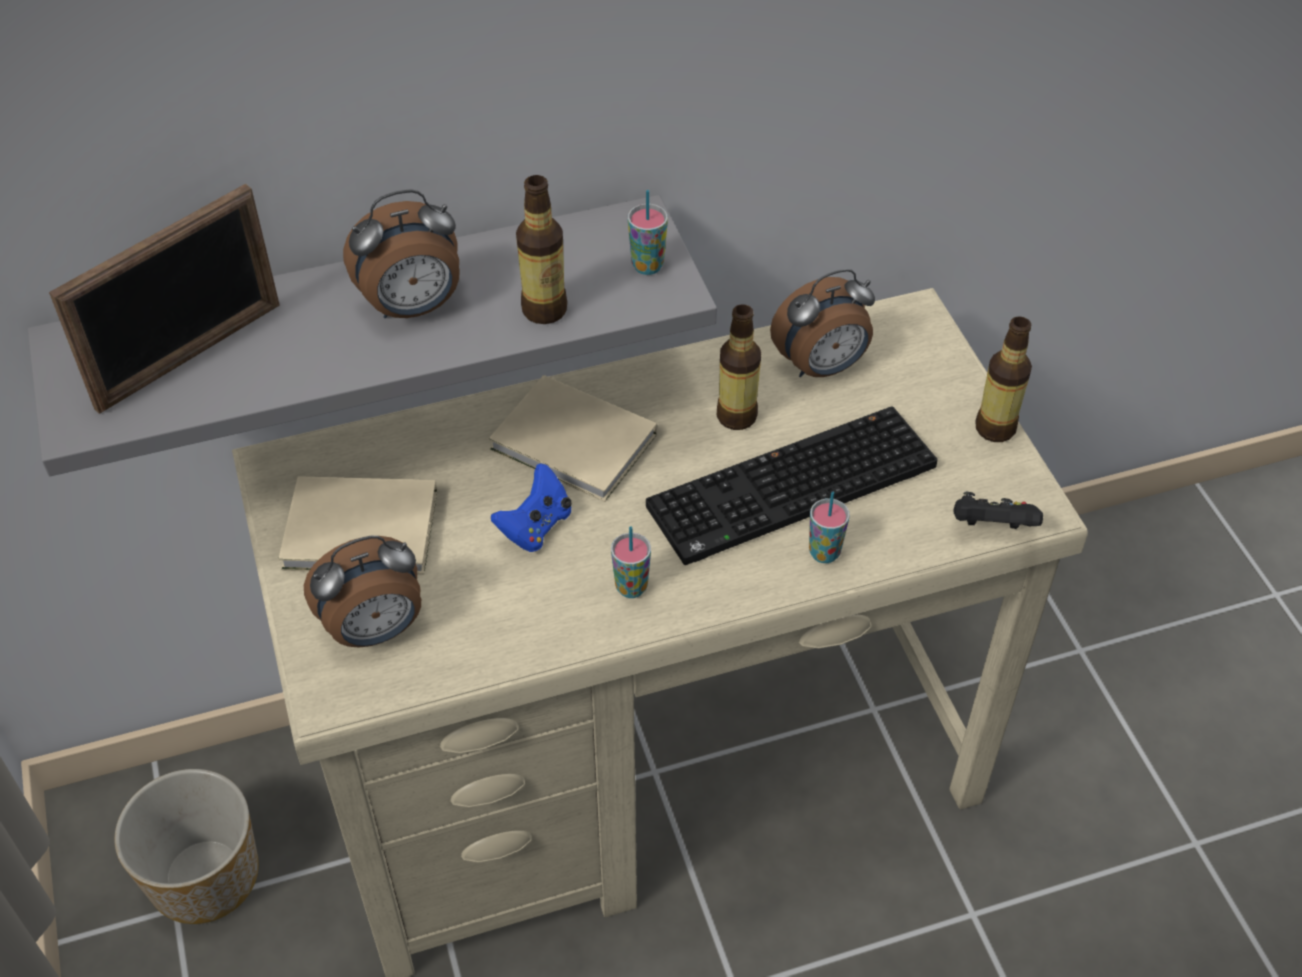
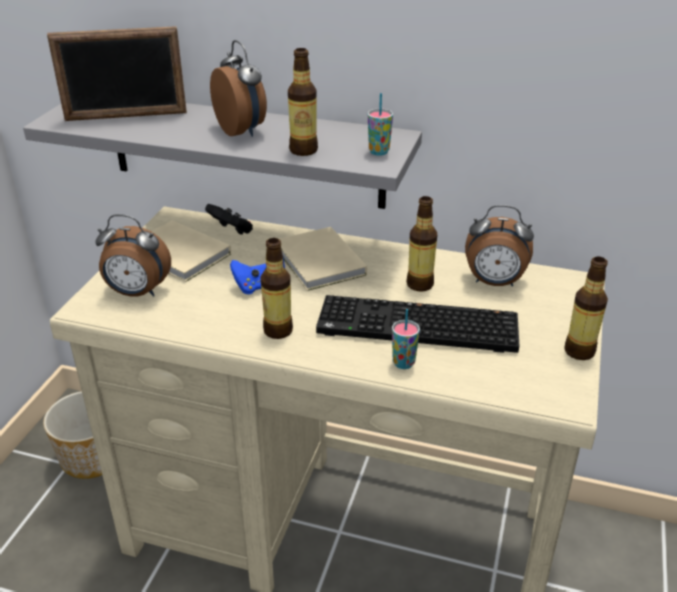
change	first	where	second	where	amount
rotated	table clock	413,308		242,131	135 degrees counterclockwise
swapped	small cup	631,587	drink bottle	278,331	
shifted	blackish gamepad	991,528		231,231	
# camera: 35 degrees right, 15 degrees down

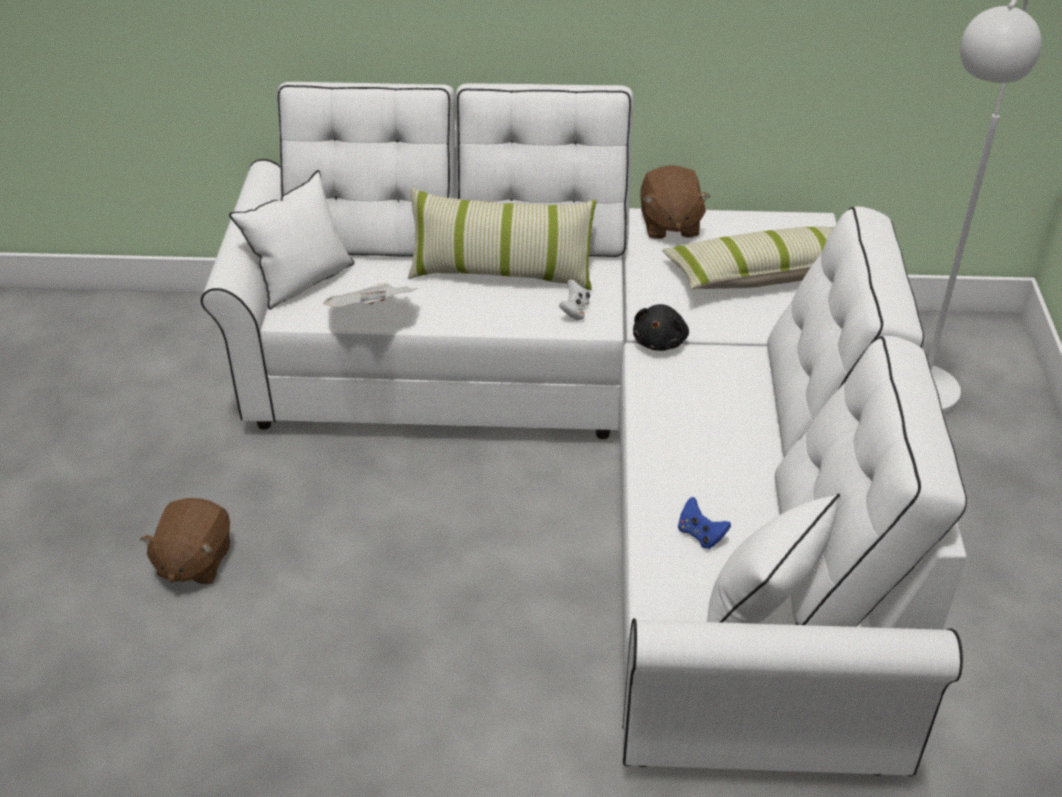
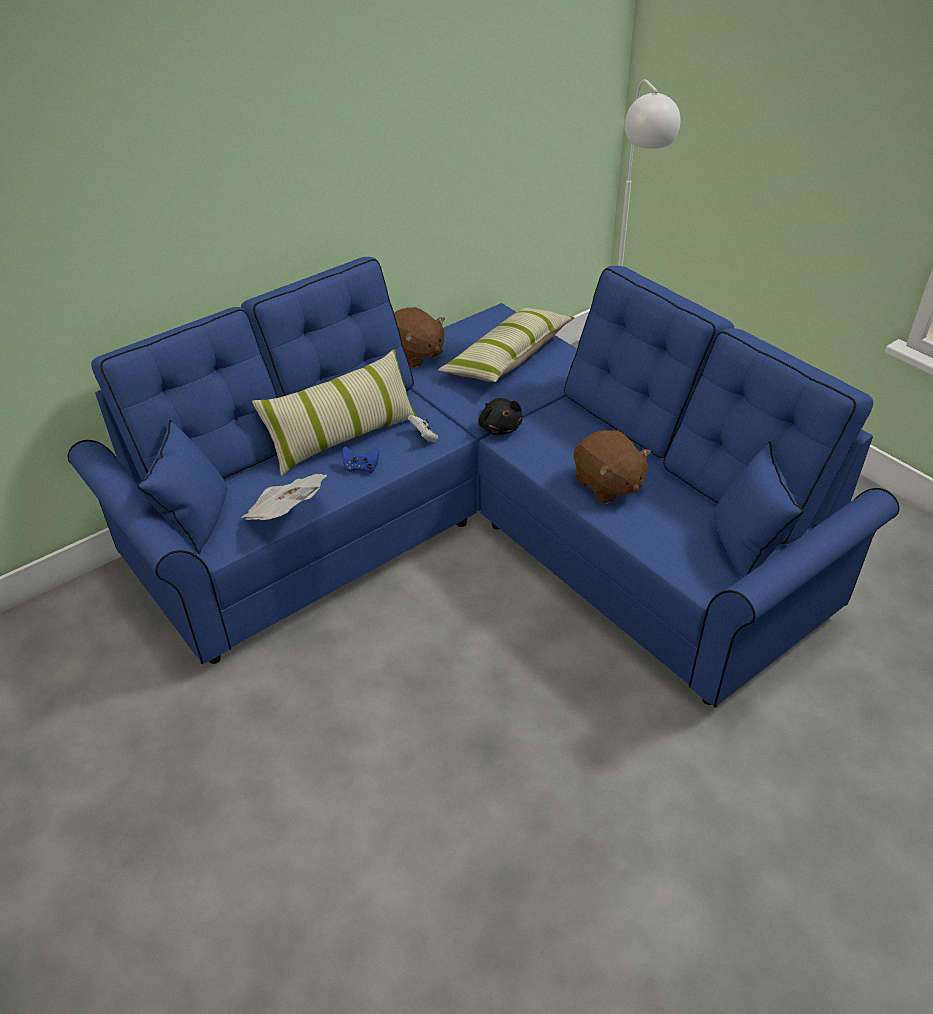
change	first	where	second	where	amount
shifted	brown soft toy	194,561		607,485	
repainted	whitish sofa	610,452	blue-coloured sofa	478,531	
shifted	blue-coloured gamepad	700,534		361,468	
# camera: 40 degrees left, 0 degrees up

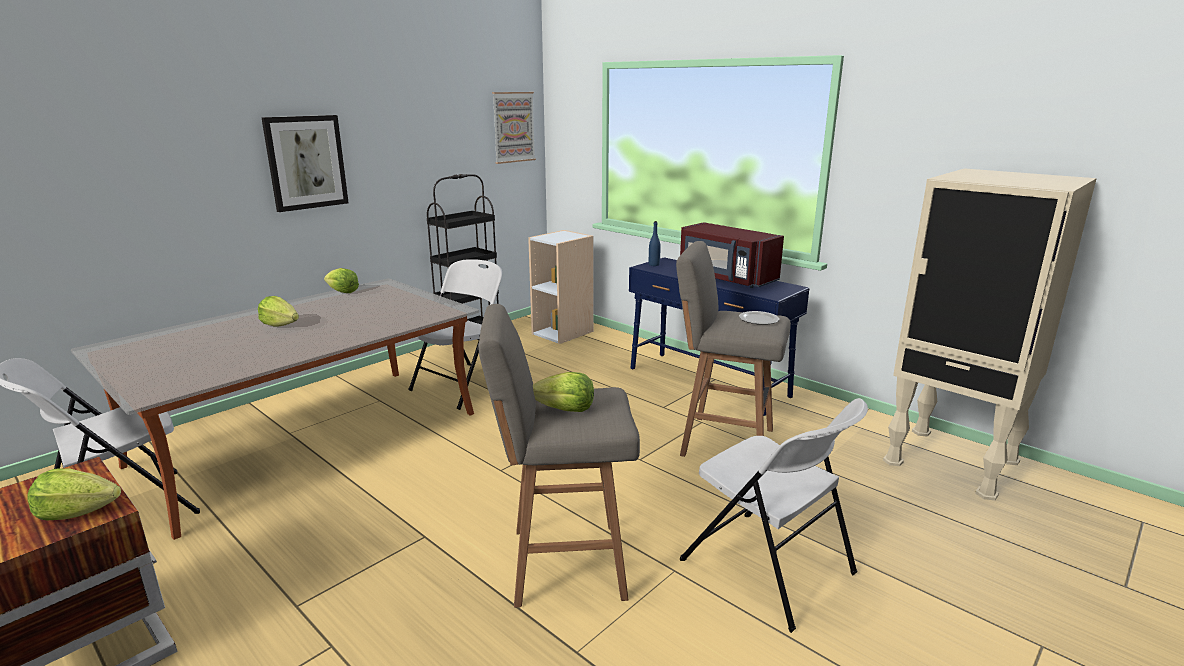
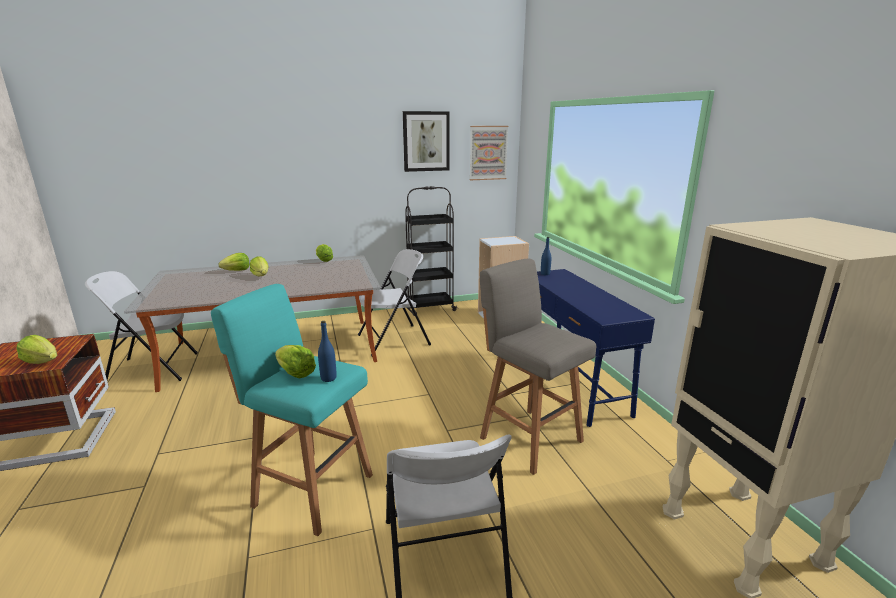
change	first	where	second	where	amount
shifted	picture	306,162		426,141	
repainted	greyish sitting stool	562,563	turquoise sitting stool	310,489	
gone	reddish kitchen microwave	725,278			
gone	dinner plate	758,319			
new			head of lettuce	237,271	
new			blue-coloured drink bottle	328,378	
# camera: 30 degrees right, 0 degrees up

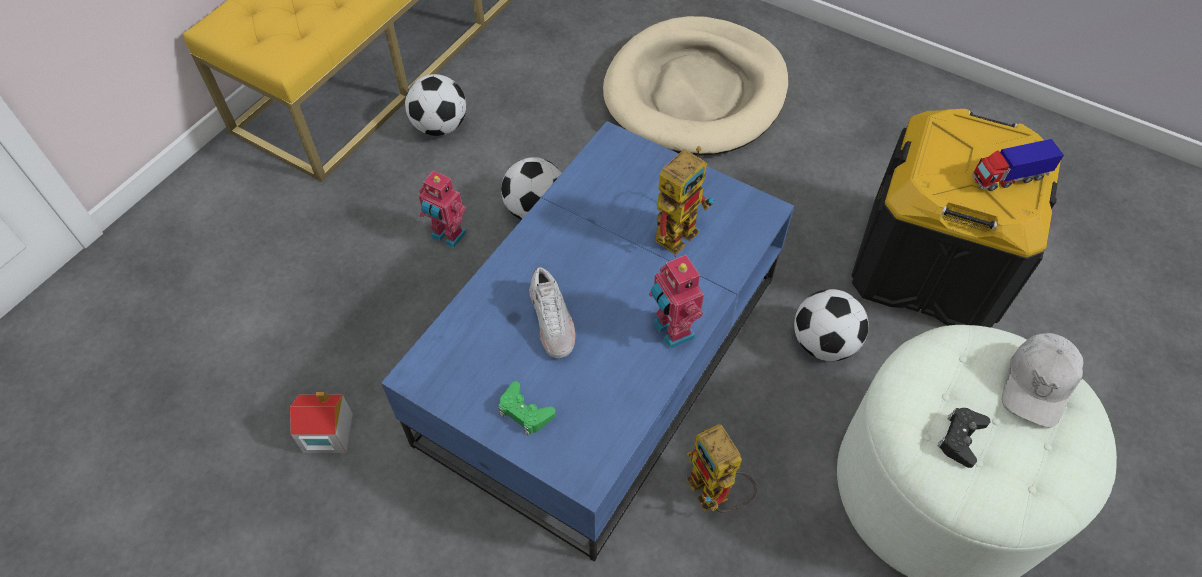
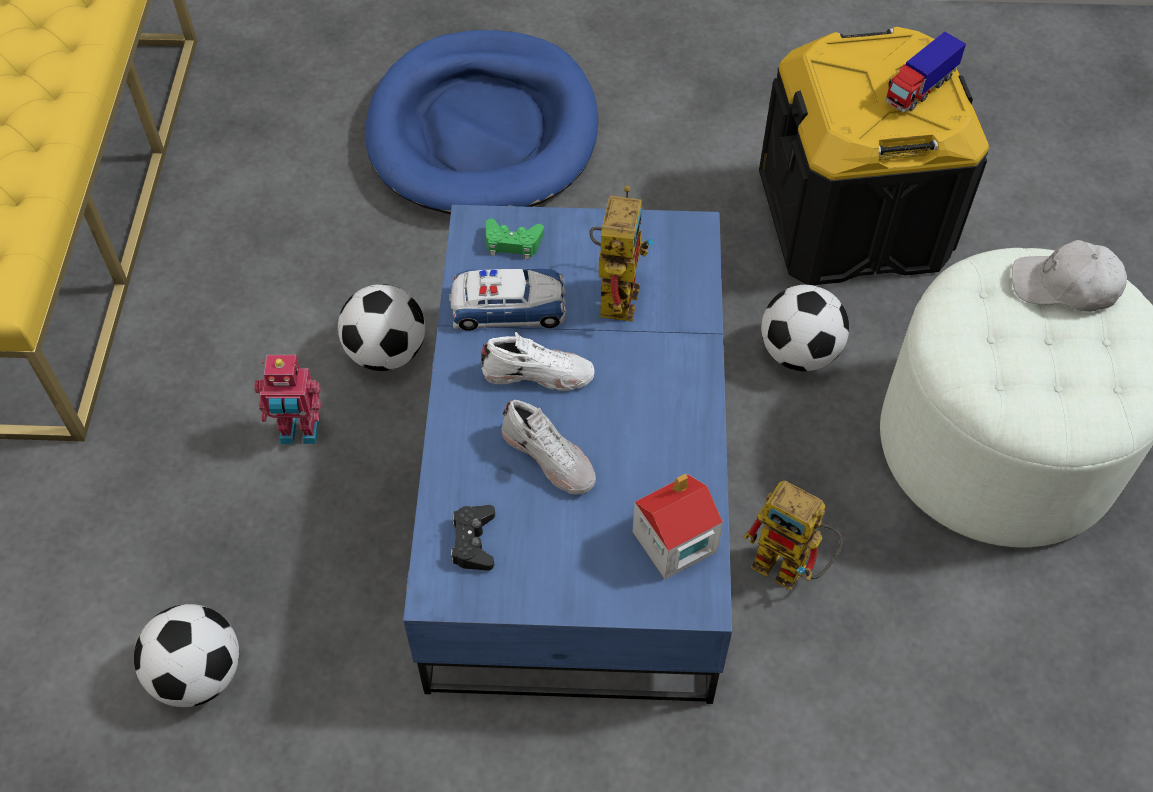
change	first	where	second	where	amount
shifted	miniature house	327,433		673,542	
shifted	football	440,126		198,675	
shifted	green gamepad	525,412		512,243	
repainted	sand-coloured pet bed	695,92	blue-coloured pet bed	483,131	
gone	robot figure	671,331			
shifted	blackish gamepad	961,438		473,542	
rotated	whitish cap	1038,384		1065,286	105 degrees clockwise
new			model car	508,306	
new			whitish item of footwear	538,373	
# camera: 30 degrees left, 0 degrees up

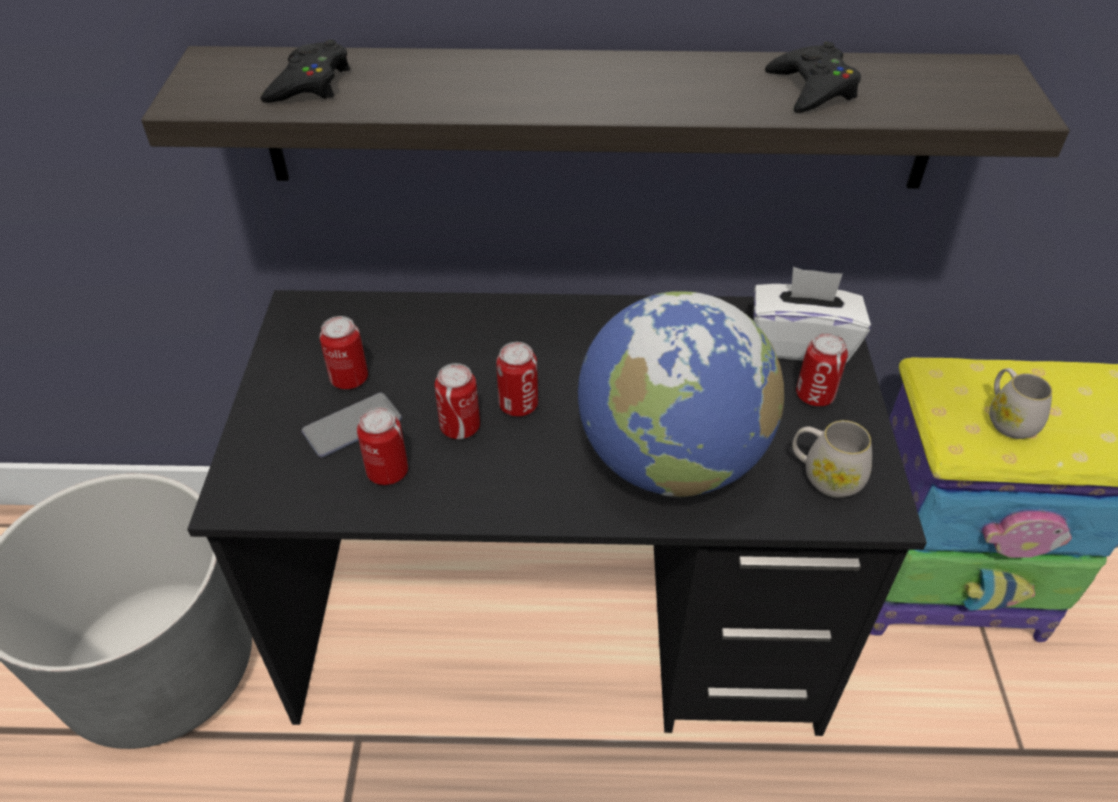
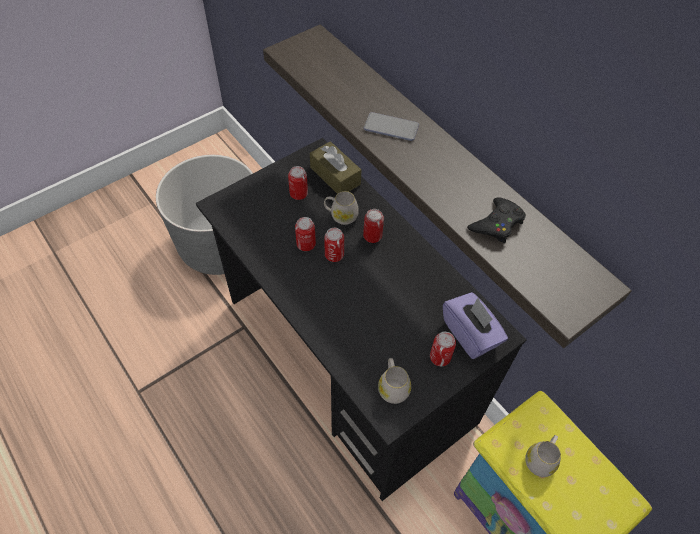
change	first	where	second	where	amount
gone	blackish gamepad	309,83			
shifted	handset	352,426		391,127	
shifted	sealed can	387,471		372,236	
gone	desk globe	670,460			
repainted	whitish box of tissues	801,343	purple box of tissues	470,334	
new			brown box of tissues	335,176	
new			whitish coffee mug	341,216	
# camera: 50 degrees right, 10 degrees up

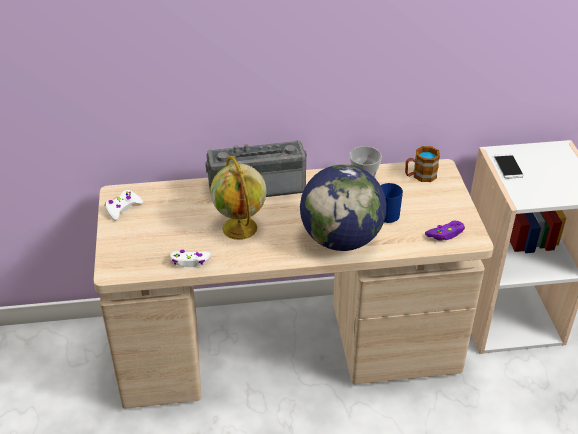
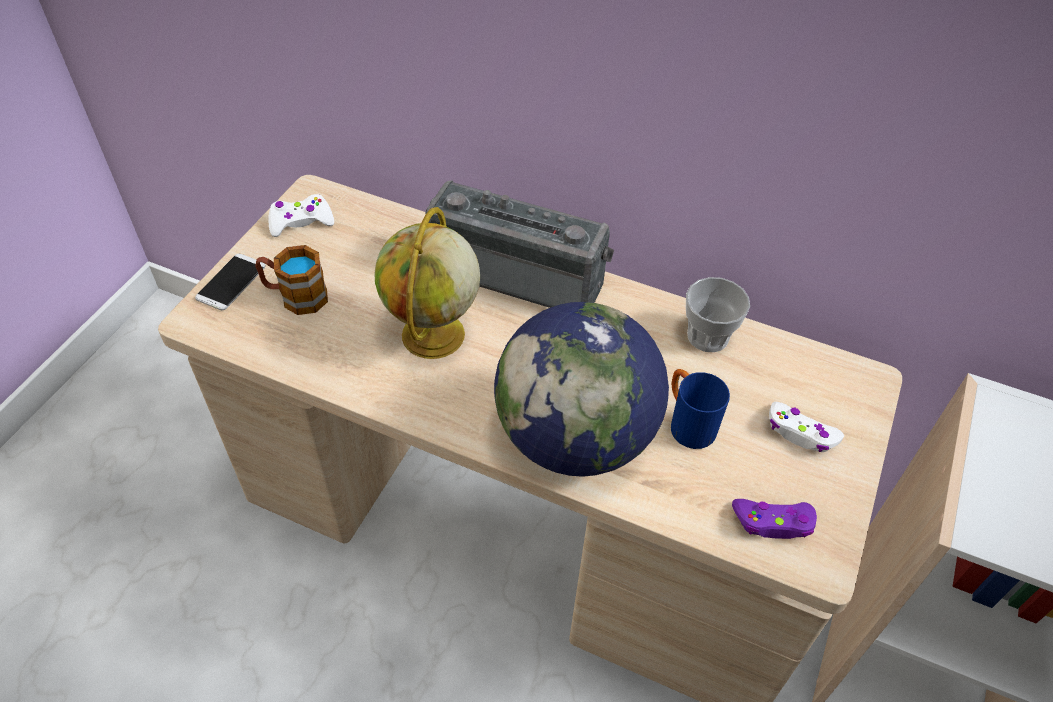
change	first	where	second	where	amount
shifted	whitish gamepad	190,261		801,433	
shifted	coffee mug	420,176		295,296	
shifted	handset	508,166		231,282	
# camera: 30 degrees right, 10 degrees up

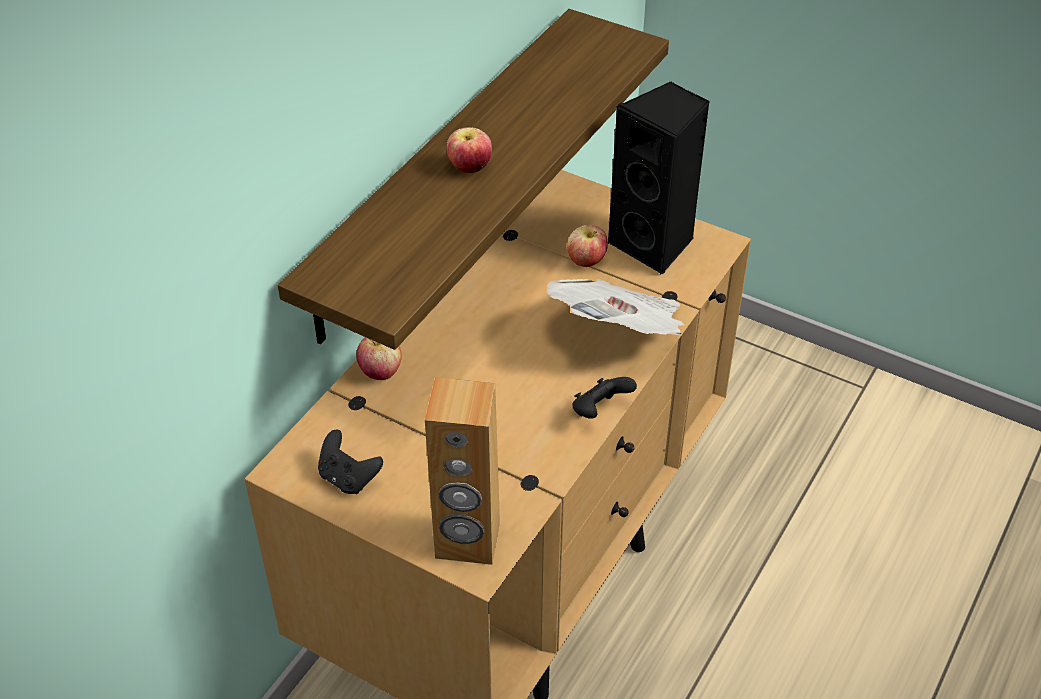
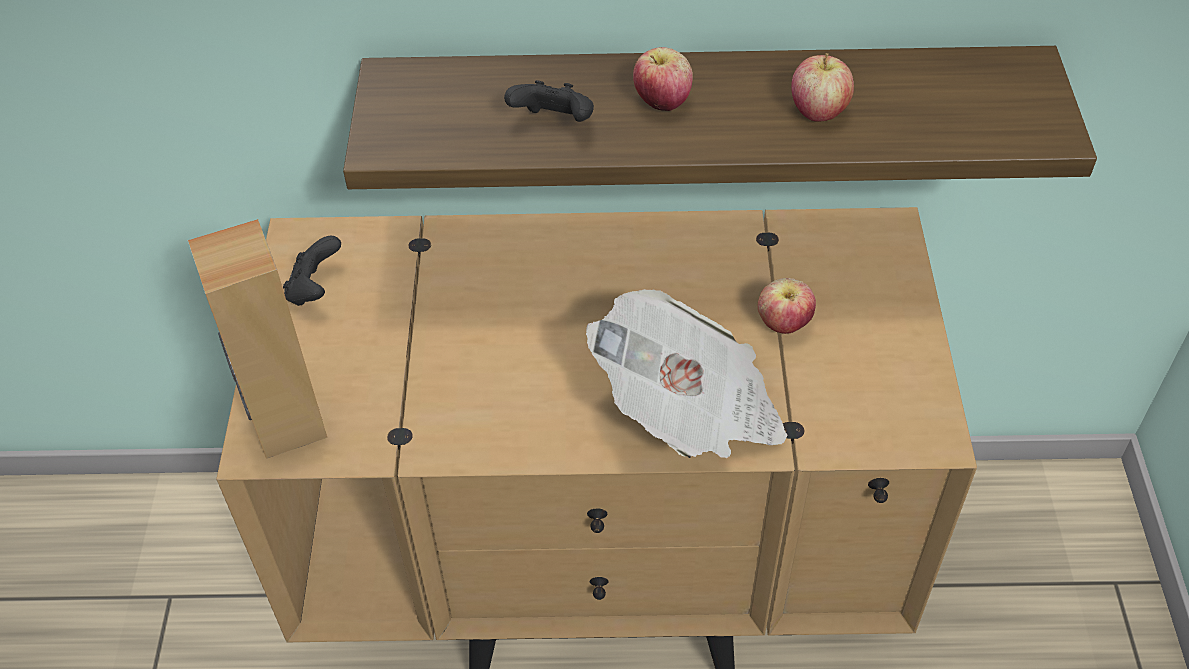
change	first	where	second	where	amount
shifted	apple	380,371		818,111	
shifted	blackish gamepad	600,411		554,123	
gone	blackish audio speaker	655,244			
# camera: 60 degrees right, 5 degrees up

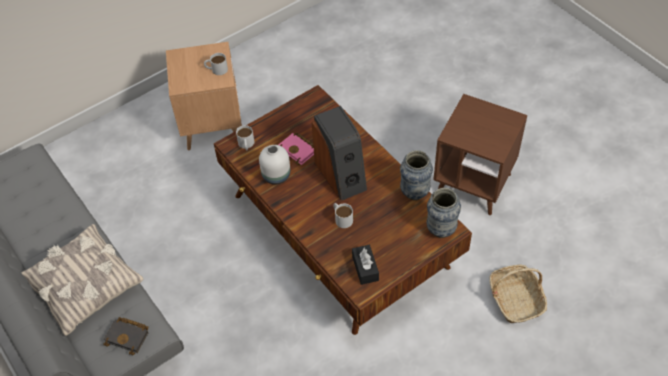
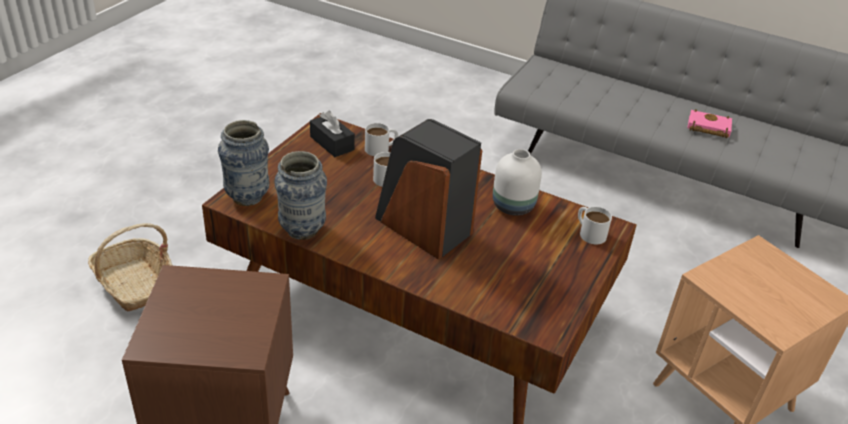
change	first	where	second	where	amount
gone	sand-coloured cushion	85,288			
gone	blackish bound book	128,336			
shifted	whitish coffee mug	216,69		381,148	
shifted	pinkish bound book	299,150		707,128	
# camera: 150 degrees right, 15 degrees down

